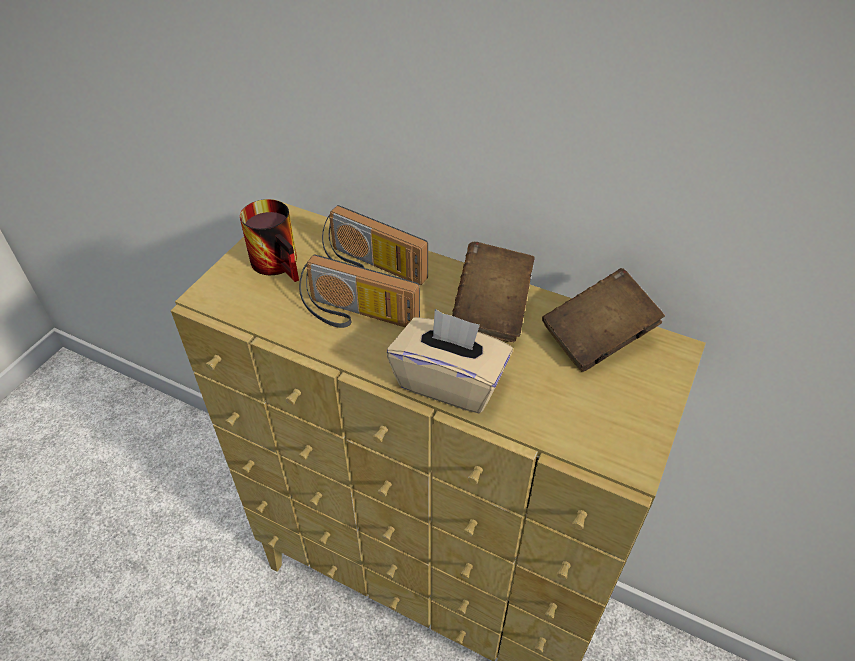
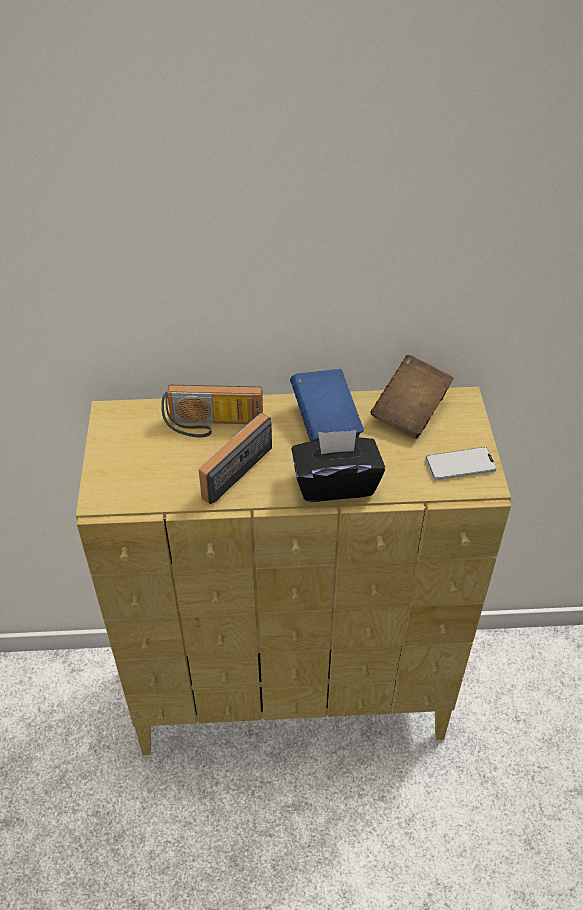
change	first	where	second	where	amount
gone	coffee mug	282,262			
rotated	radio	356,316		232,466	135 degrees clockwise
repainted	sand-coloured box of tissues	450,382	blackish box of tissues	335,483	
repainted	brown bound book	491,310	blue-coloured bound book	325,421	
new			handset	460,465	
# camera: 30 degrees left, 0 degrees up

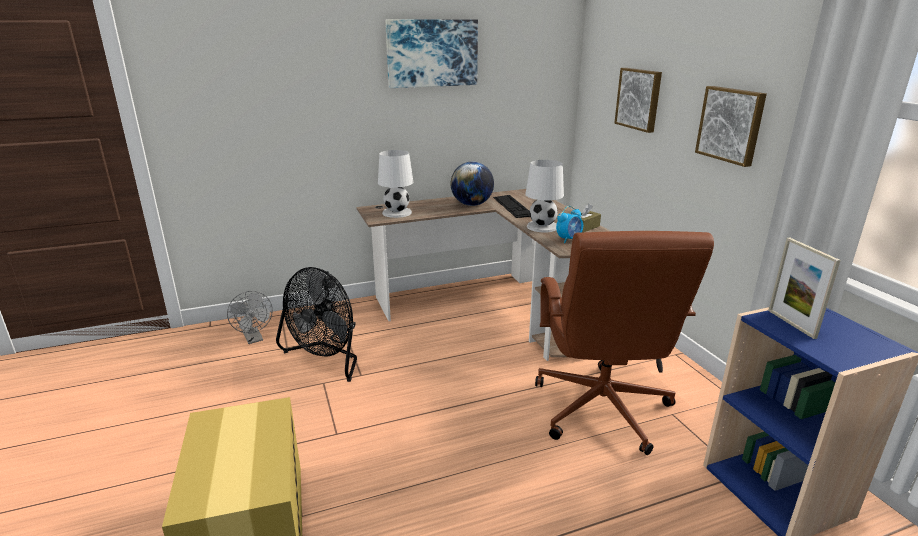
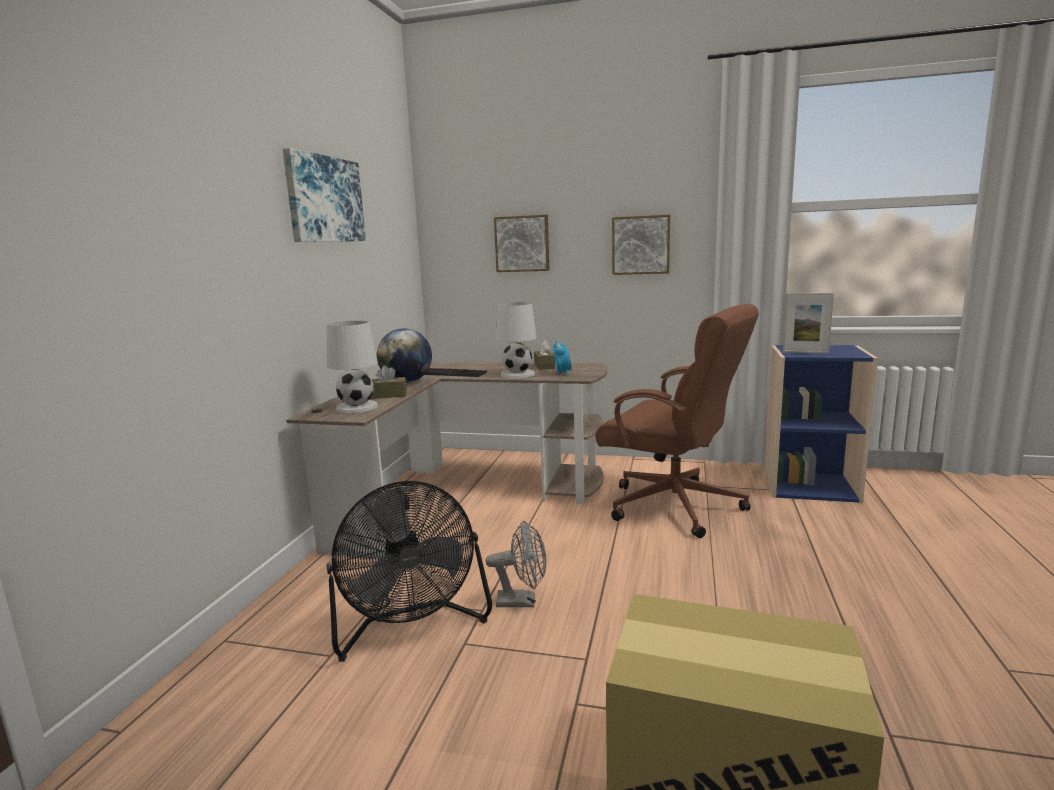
change	first	where	second	where	amount
shifted	greyish fan	254,339		522,601	
new			brown box of tissues	388,395	
# camera: 55 degrees left, 10 degrees down

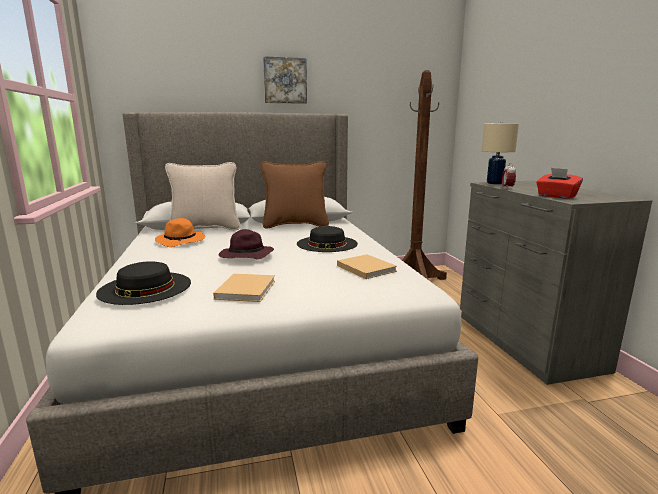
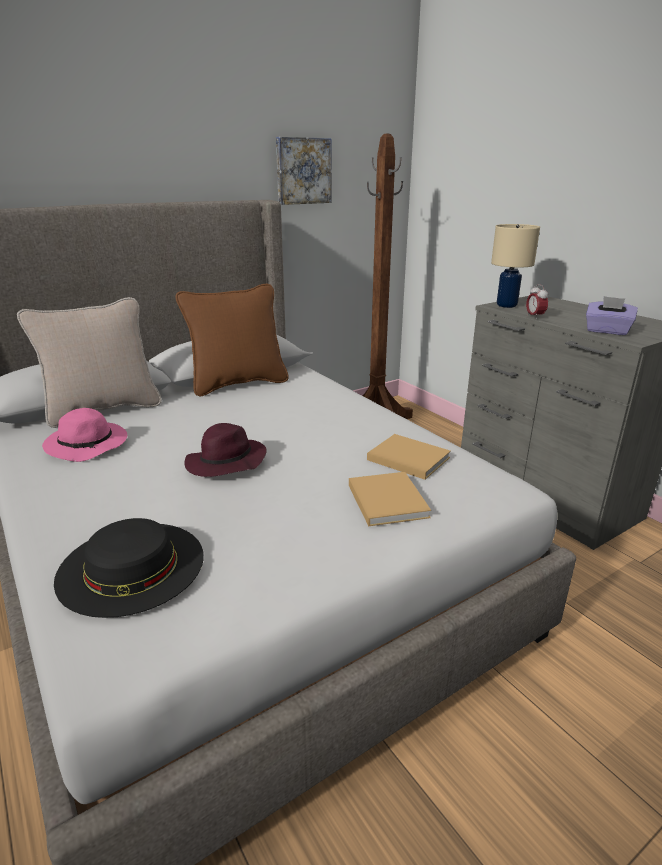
change	first	where	second	where	amount
repainted	orange-coloured clothing hat	181,241	pinkish clothing hat	88,445	
shifted	sand-coloured bound book	246,289		386,499	
shifted	picture	285,81		303,171	
gone	blackish clothing hat	327,243			
repainted	reddish box of tissues	556,196	purple box of tissues	607,331	
# camera: 20 degrees left, 10 degrees up

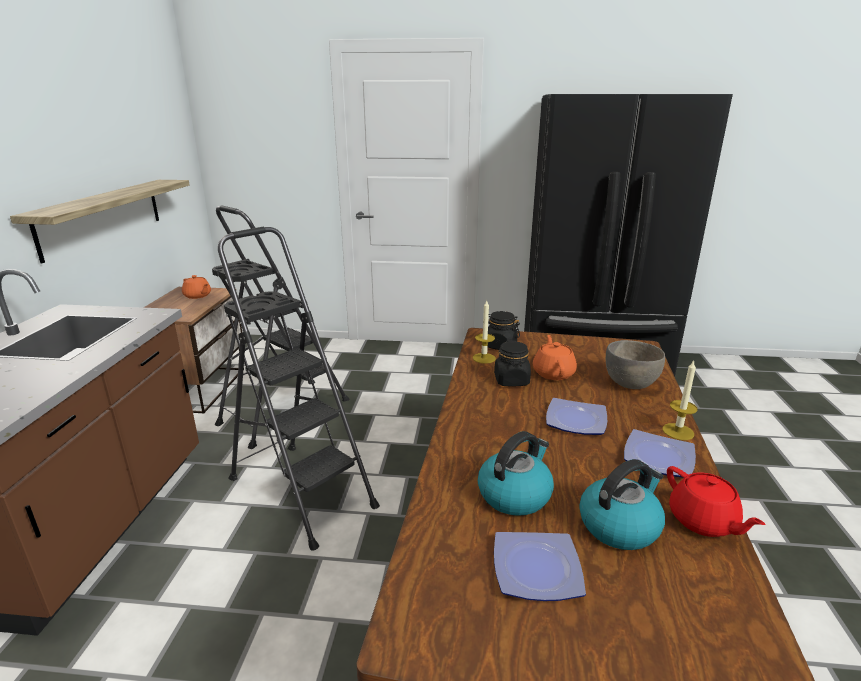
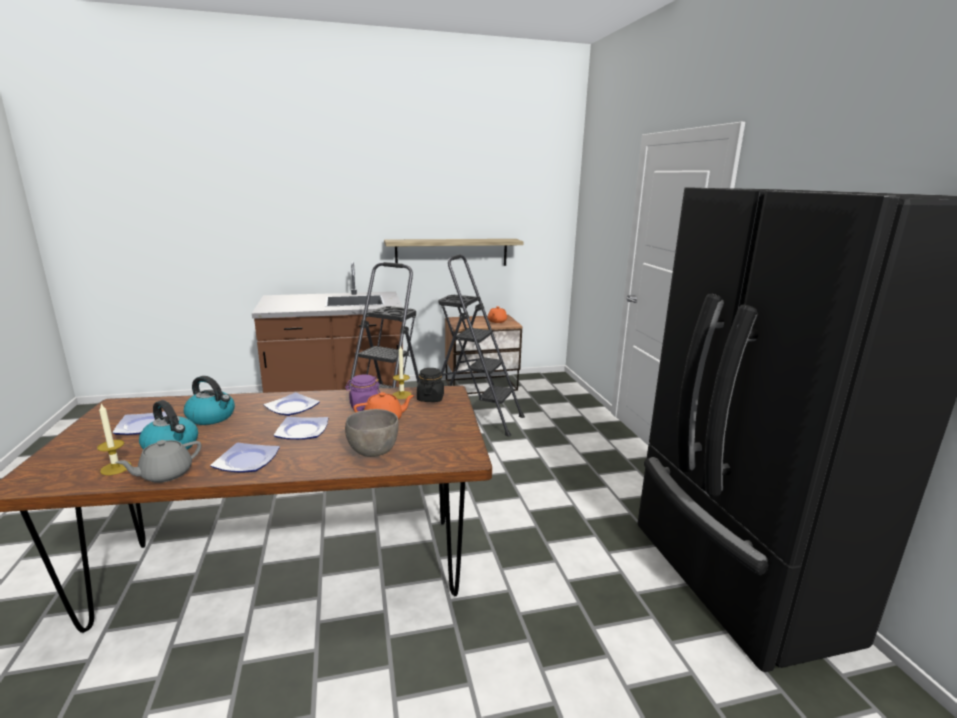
change	first	where	second	where	amount
repainted	blackish preserve jar	511,380	purple preserve jar	364,406	
shifted	wax light	678,431		116,468	
repainted	reddish tea pot	703,521	greyish tea pot	165,474	
new			dinner plate	293,407	
# camera: 70 degrees right, 5 degrees down

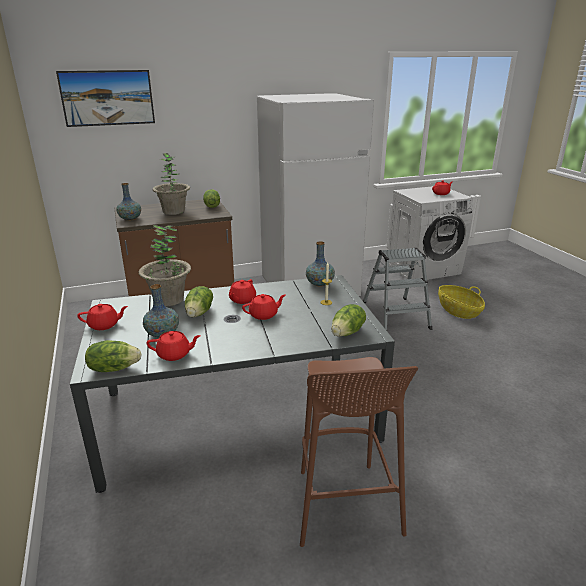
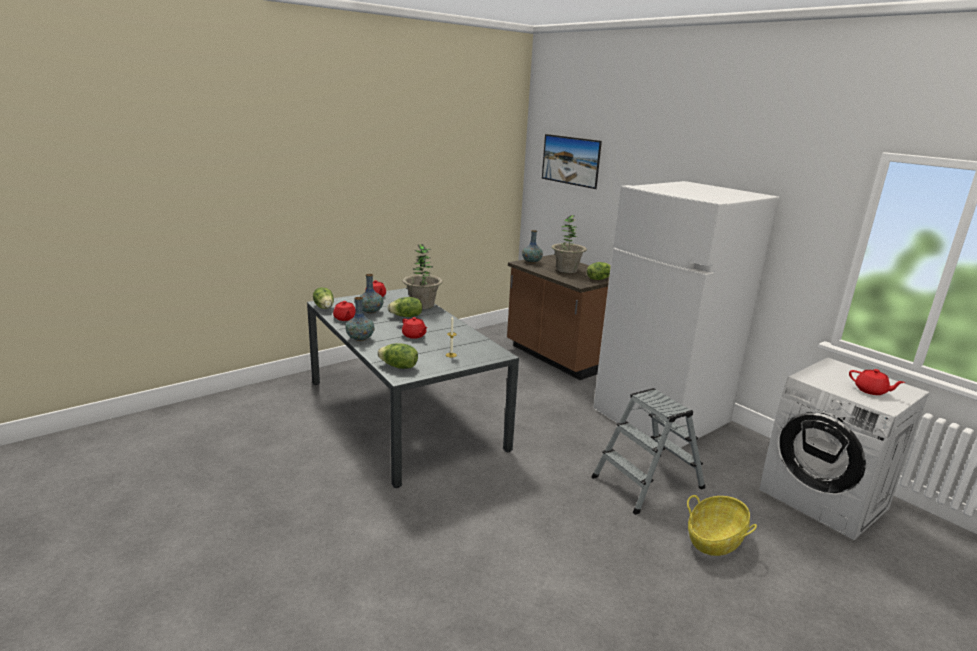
change	first	where	second	where	amount
gone	reddish tea pot	242,300			
gone	brown sitting stool	344,505			
shifted	vase	319,284		360,338	
# camera: 70 degrees right, 5 degrees down

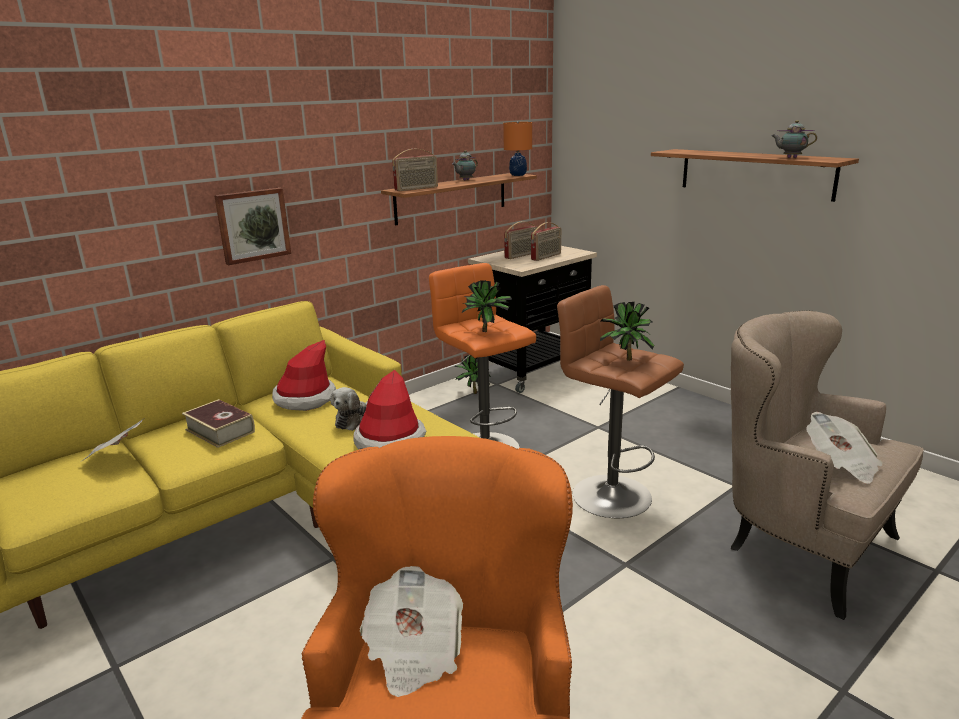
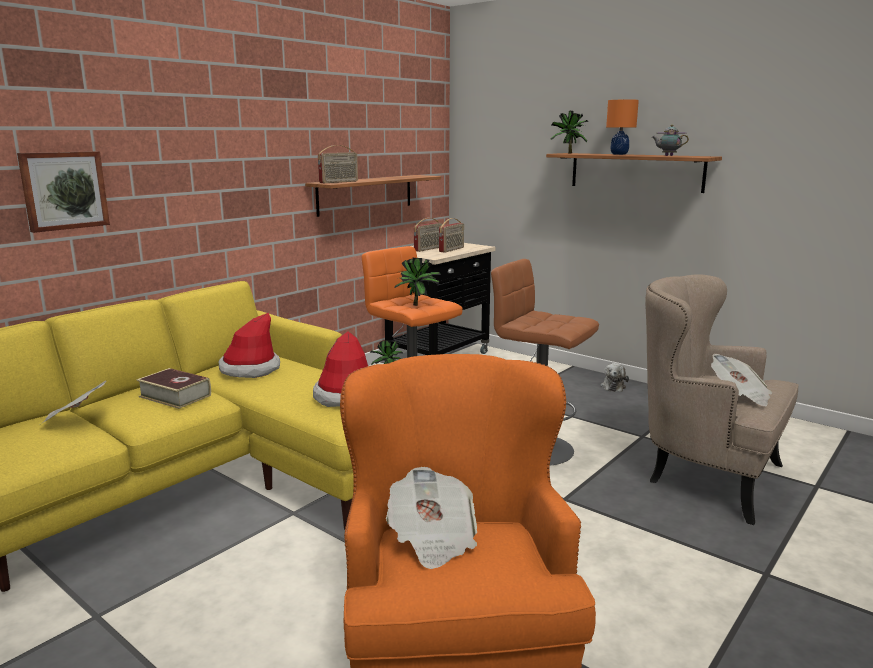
change	first	where	second	where	amount
shifted	picture	253,225		64,190	
shifted	soft toy	354,420		613,386	
gone	tea pot	465,180			
shifted	orange-coloured lamp for a table	519,175		620,154	
shifted	plant in a pot	626,360		568,153	
# camera: 10 degrees left, 5 degrees down

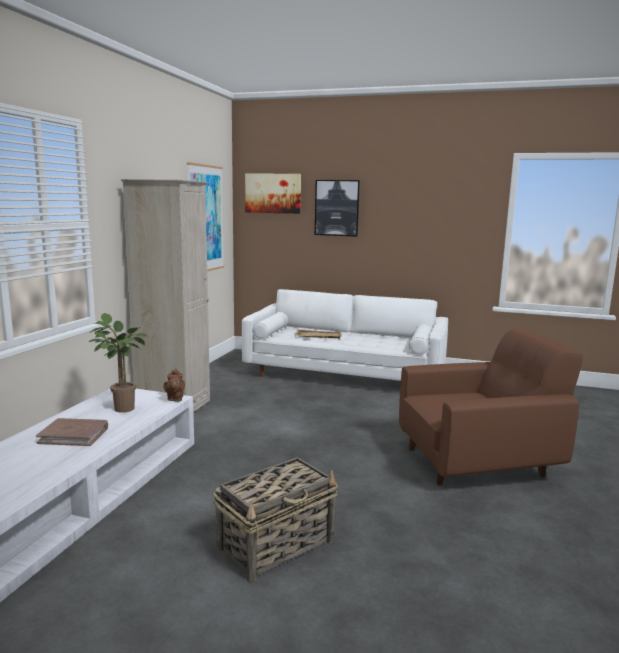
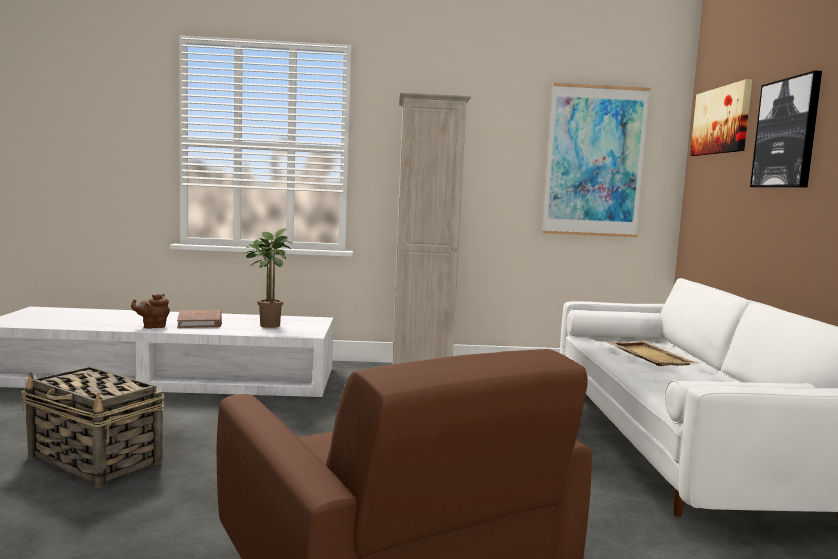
change	first	where	second	where	amount
shifted	brown tea pot	175,399		152,326	
# camera: 70 degrees right, 5 degrees down

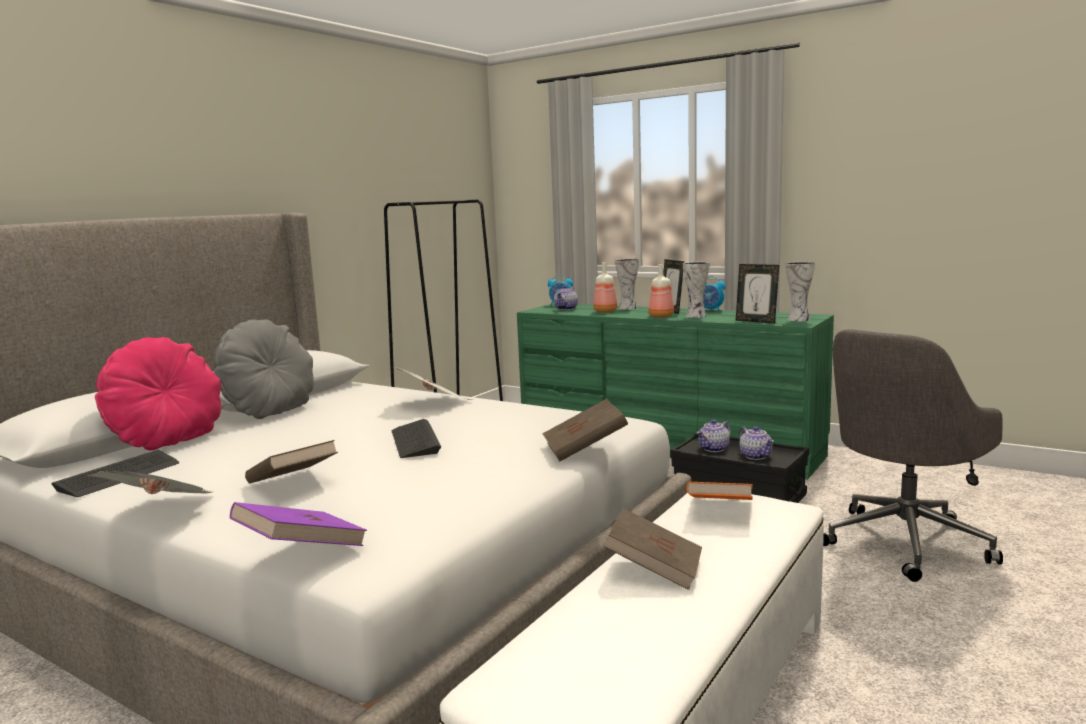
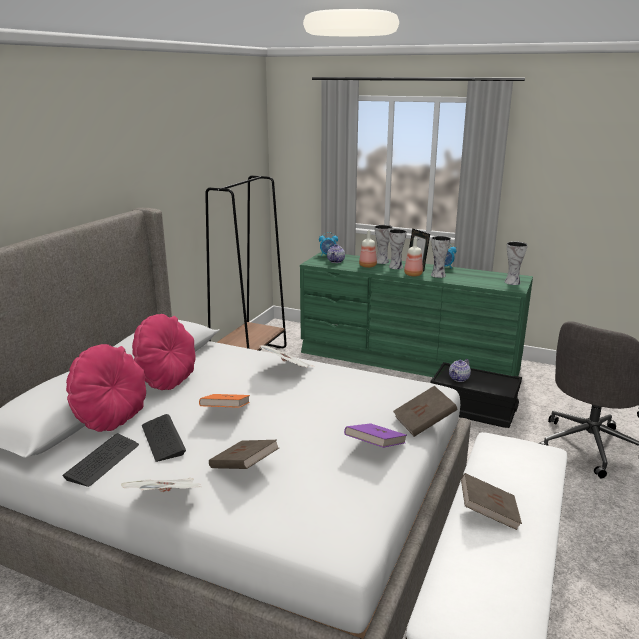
change	first	where	second	where	amount
repainted	greyish cushion	270,413	pinkish cushion	167,382	
shifted	purple bound book	301,551		375,447	
shifted	keyboard	415,441		163,439	
shifted	orange-coloured bound book	720,511		226,412	
gone	photo frame	756,321			
gone	tea pot	756,456			
new			vase	396,266	
# camera: 10 degrees left, 10 degrees up

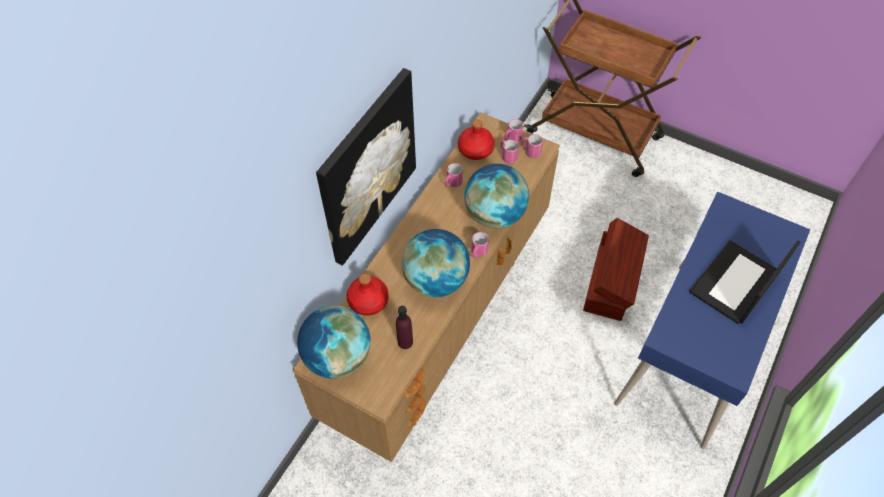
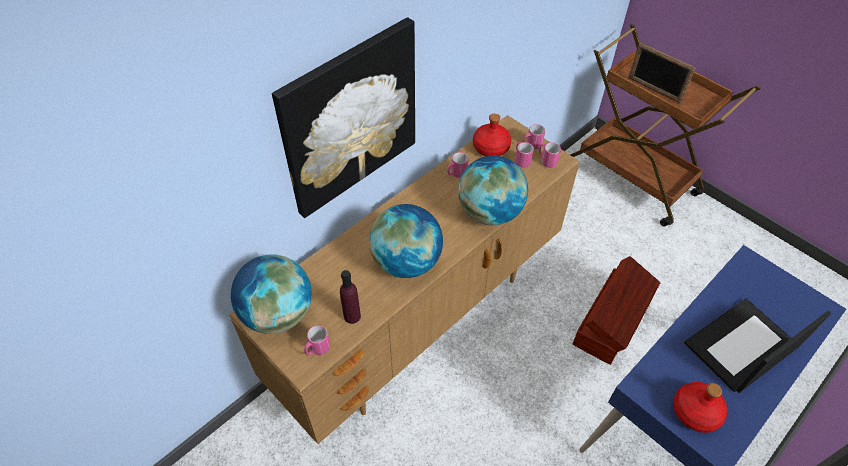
change	first	where	second	where	amount
shifted	reddish drink bottle	368,300		695,411	
shifted	pinkish coffee mug	478,253		317,349	
new			photo frame	654,90	
# camera: 15 degrees right, 5 degrees down

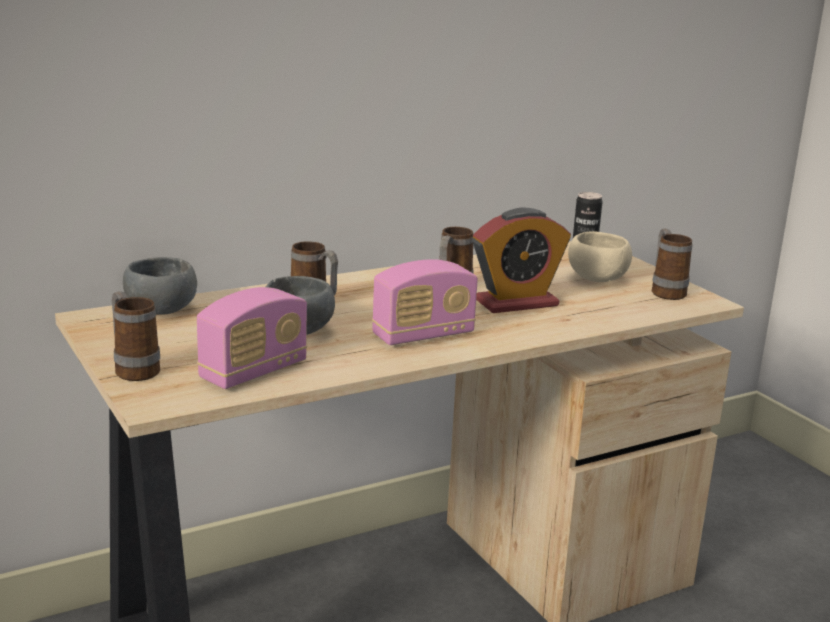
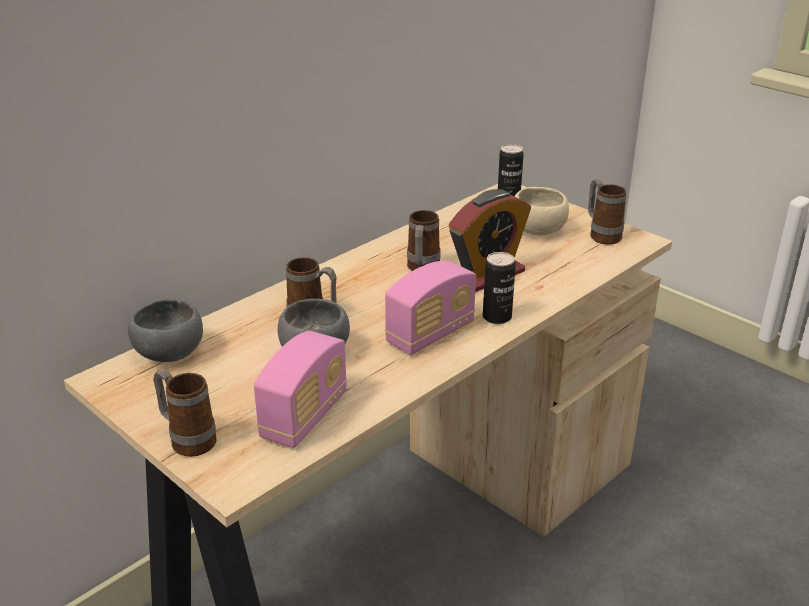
change	first	where	second	where	amount
new			sealed can	497,317	
# camera: 15 degrees left, 10 degrees up

